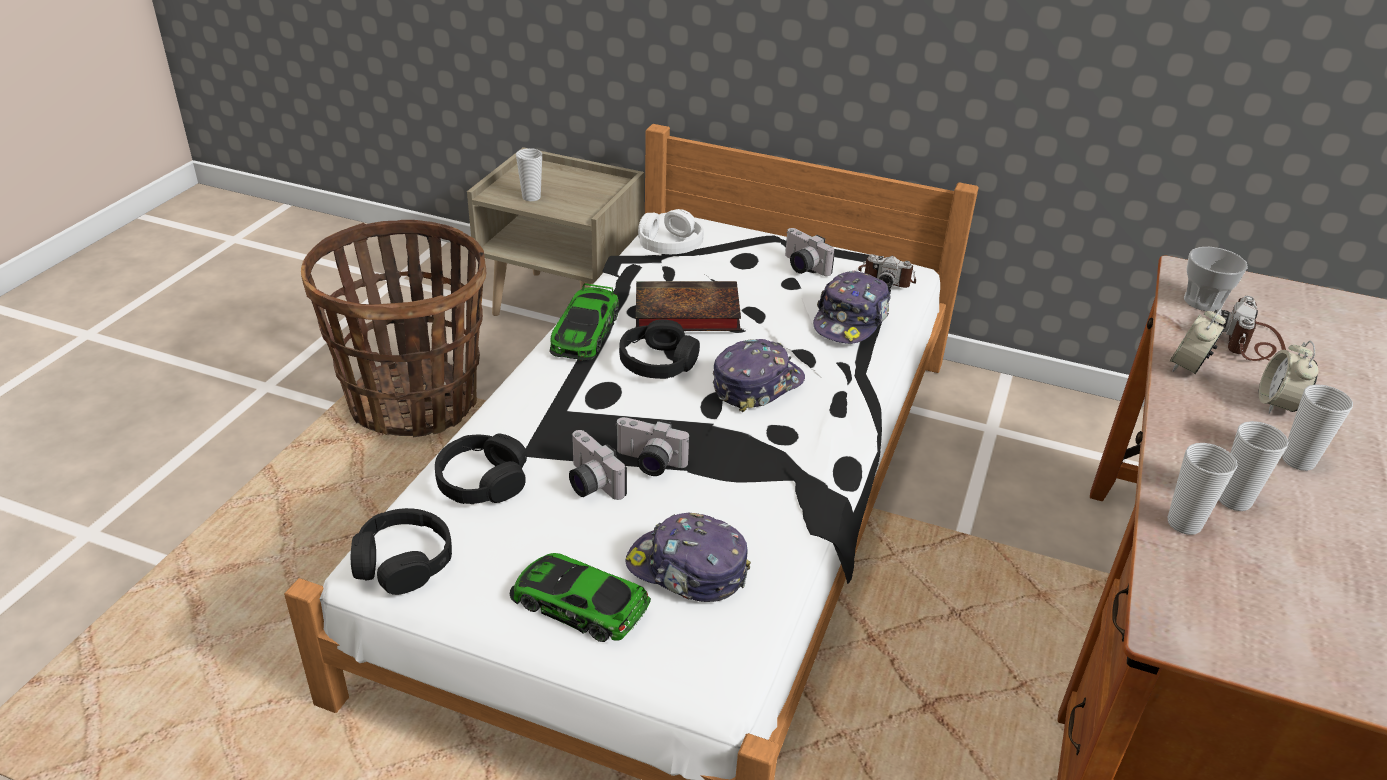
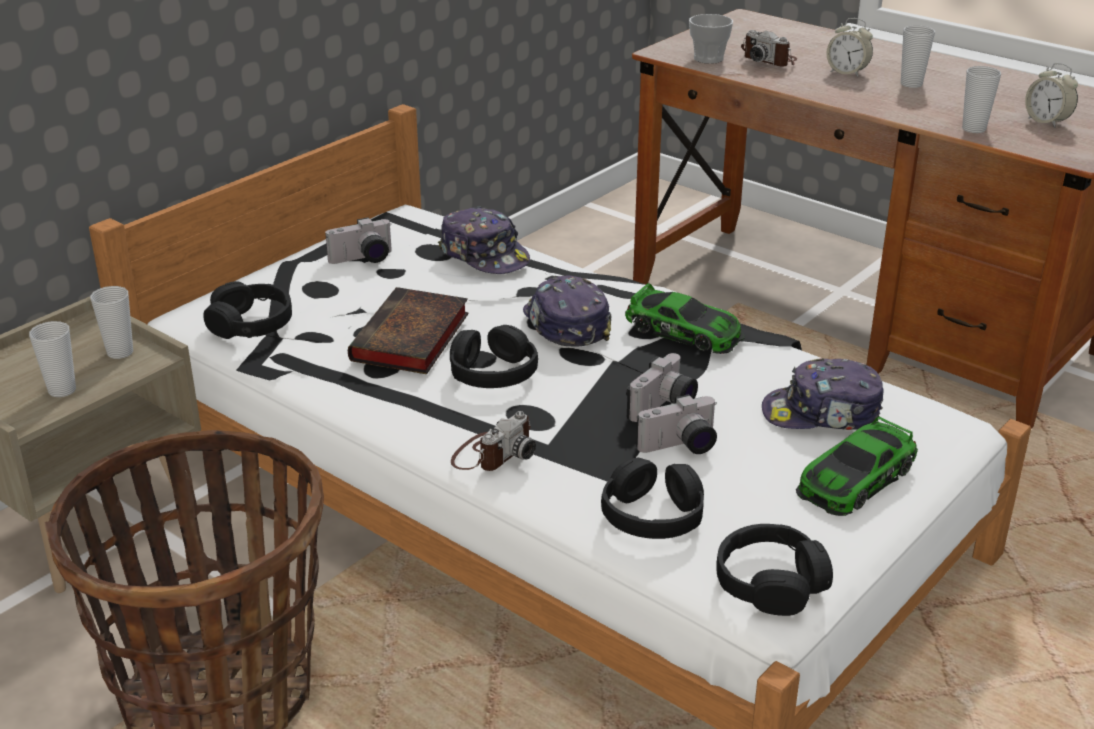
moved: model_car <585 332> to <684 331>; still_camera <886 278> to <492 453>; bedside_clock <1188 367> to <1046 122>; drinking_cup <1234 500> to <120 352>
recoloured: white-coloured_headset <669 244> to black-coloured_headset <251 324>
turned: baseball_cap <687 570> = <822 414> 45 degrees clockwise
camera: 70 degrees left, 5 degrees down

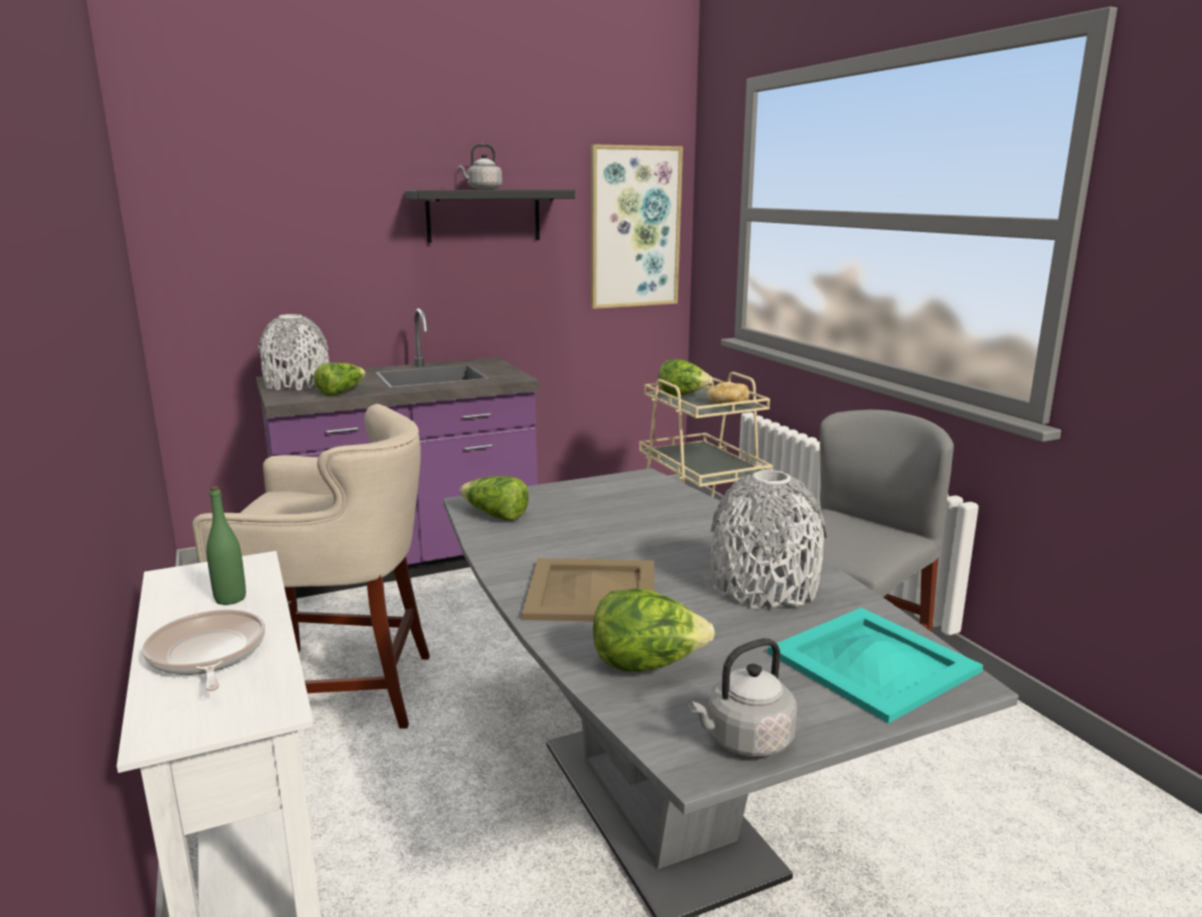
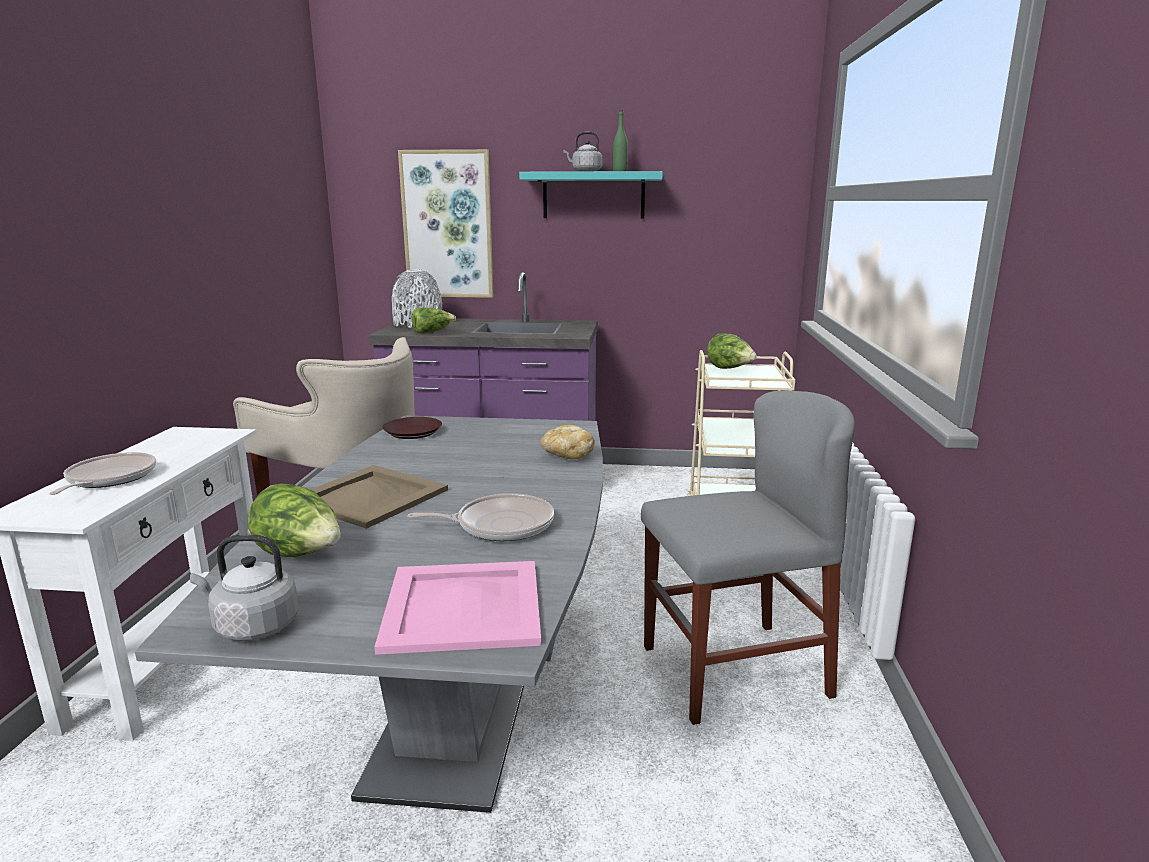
moved: green-coloured_bottle <230 599> to <620 171>; wall_art <634 227> to <447 225>; bread <726 404> to <566 455>
replaced: lettuce <495 515> to brownish_dinner_plate <412 432>; grey_vase <764 586> to pan <500 525>
recoloured: black-coloured_bracket_shelf <483 215> to blue-green_bracket_shelf <593 195>; blue-green_carrying_tray <873 663> to pinkish_carrying_tray <461 607>
camera: 30 degrees right, 0 degrees up

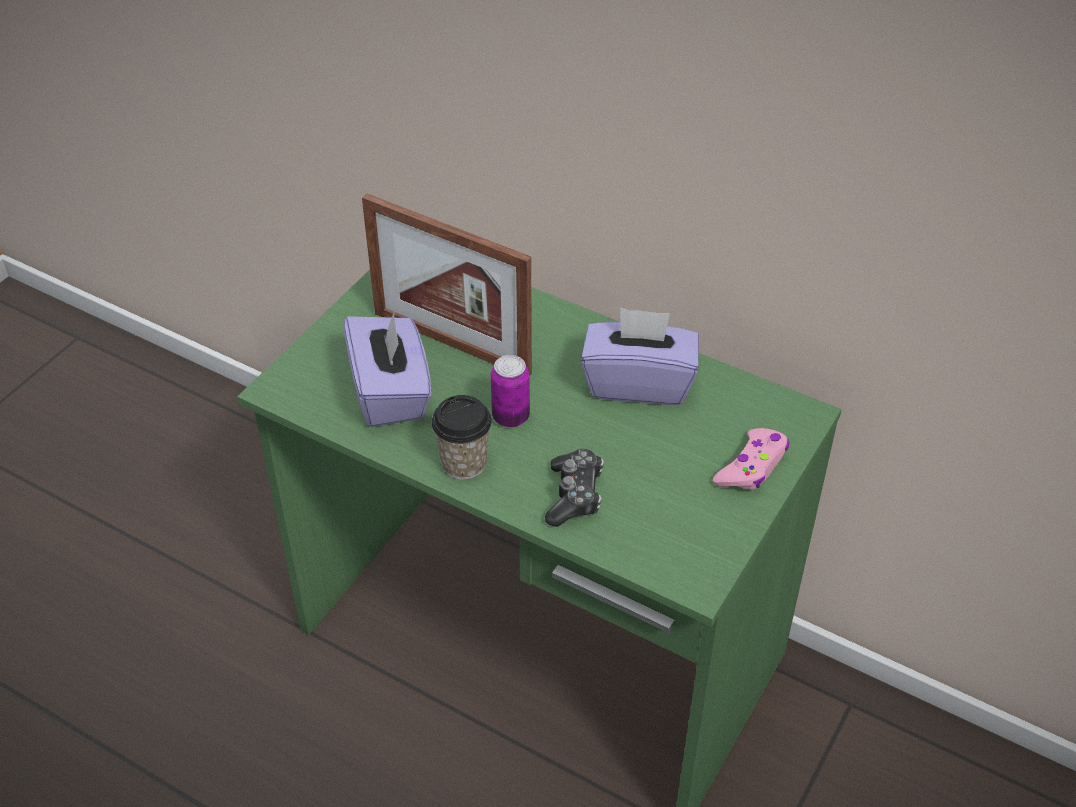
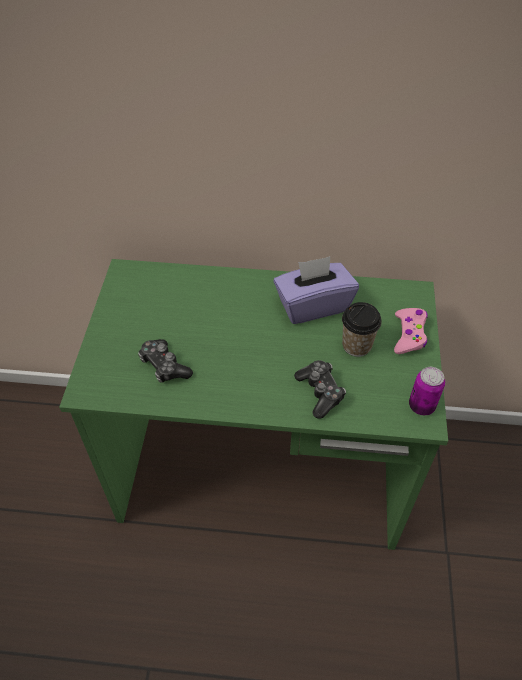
removed: picture_frame <451 343>
moved: drinking_cup <463 463> to <356 345>; metal_can <510 417> to <421 406>
replaced: purplish_box_of_tissues <391 393> to joypad <164 366>
camera: 25 degrees left, 5 degrees up

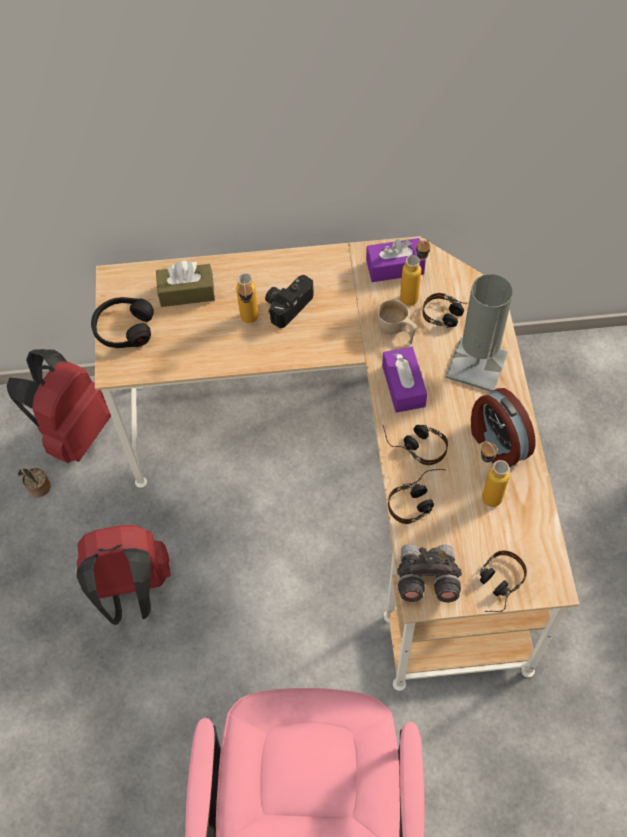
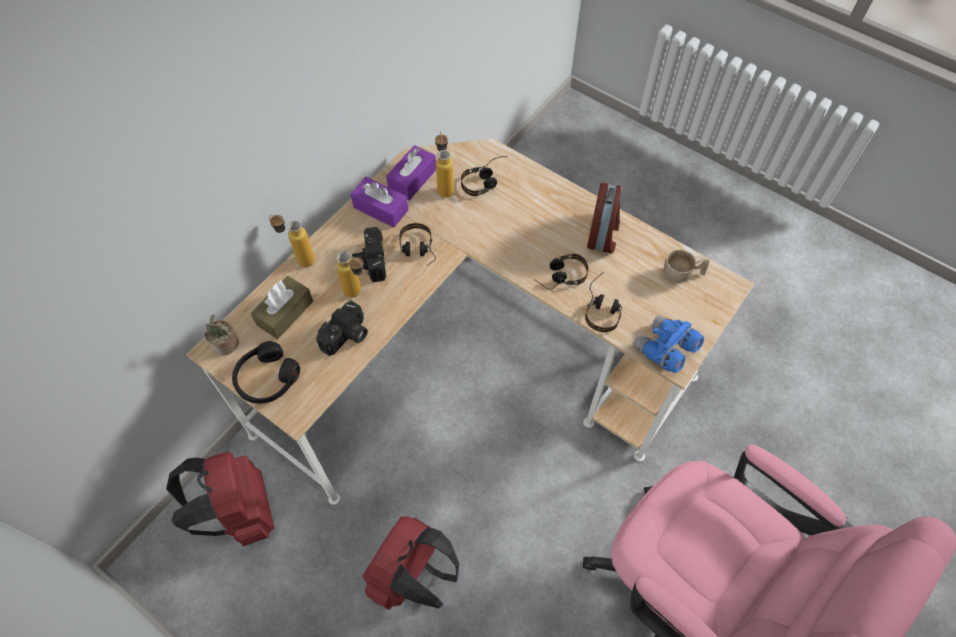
removed: grey_lamp_for_a_table <476 365>
added: still_camera <347 337>
moved: potted_plant <38 488> to <226 344>; sand-coloured_drinking_cup <396 331> to <682 275>; purplish_box_of_tissues <403 386> to <381 208>; headset <496 586> to <418 252>; bottle <486 491> to <299 259>
recoloured: grey_pair_of_binoculars <426 579> to blue_pair_of_binoculars <665 350>
turned: bedside_clock <496 443> = <603 234> 90 degrees counterclockwise
camera: 50 degrees left, 0 degrees up

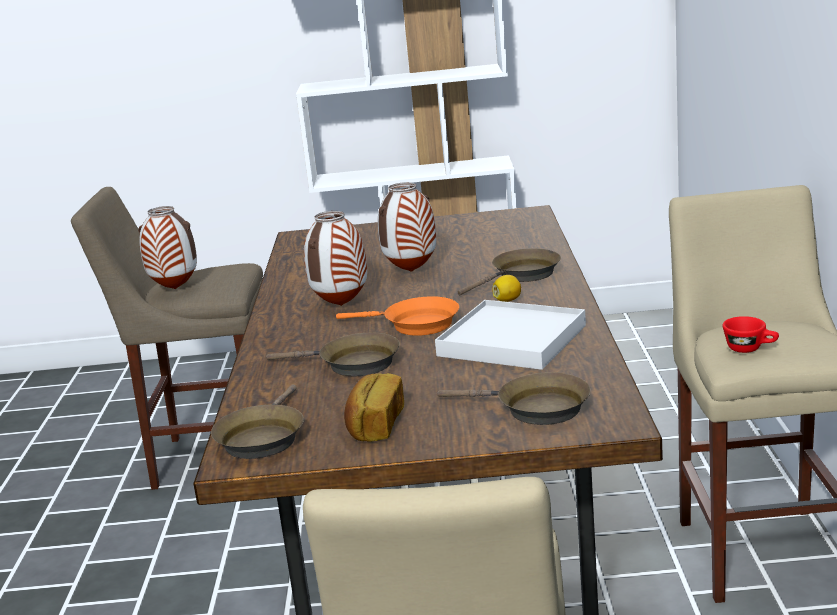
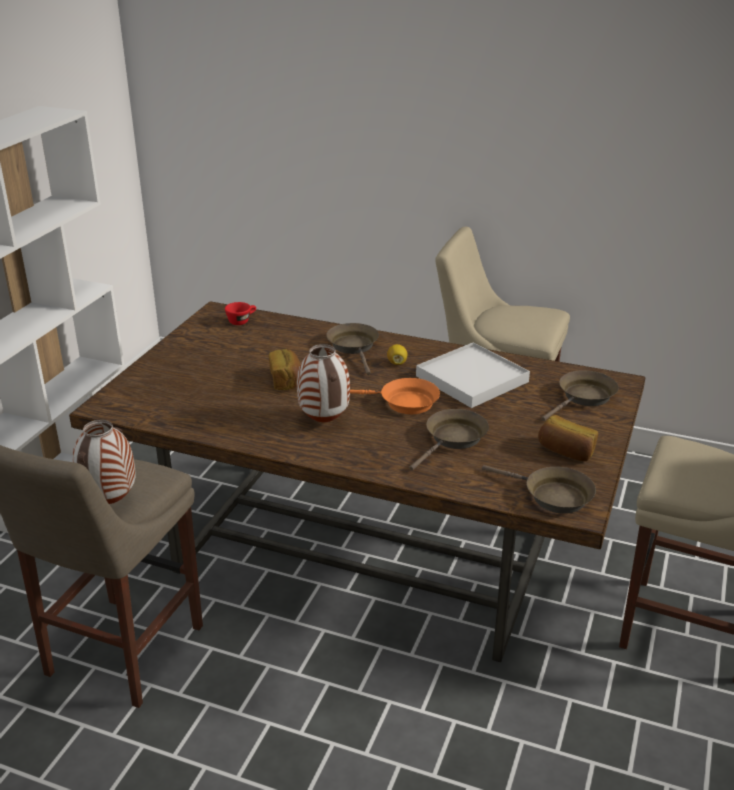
moved: red_drinking_cup <750 349> to <241 321>
replaced: vase <411 271> to bread <286 380>
turned: orange-coloured_pan <415 325> = <404 402> 60 degrees clockwise
camera: 70 degrees left, 10 degrees up

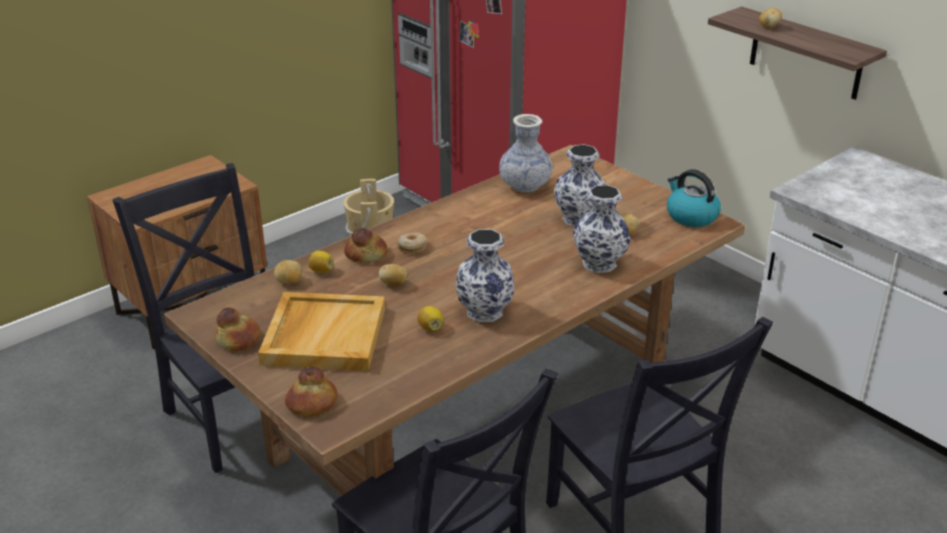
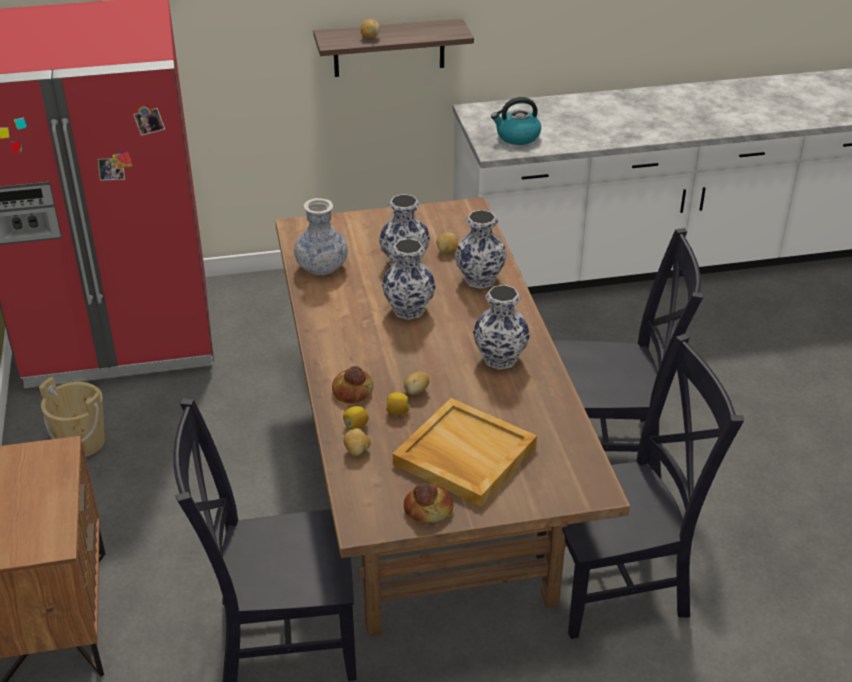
removed: bread <312 404>; ring_doughnut <412 247>
added: vase <409 310>
moved: lemon <430 328> to <397 412>; tea_kettle <691 216> to <517 137>
camera: 60 degrees left, 5 degrees up

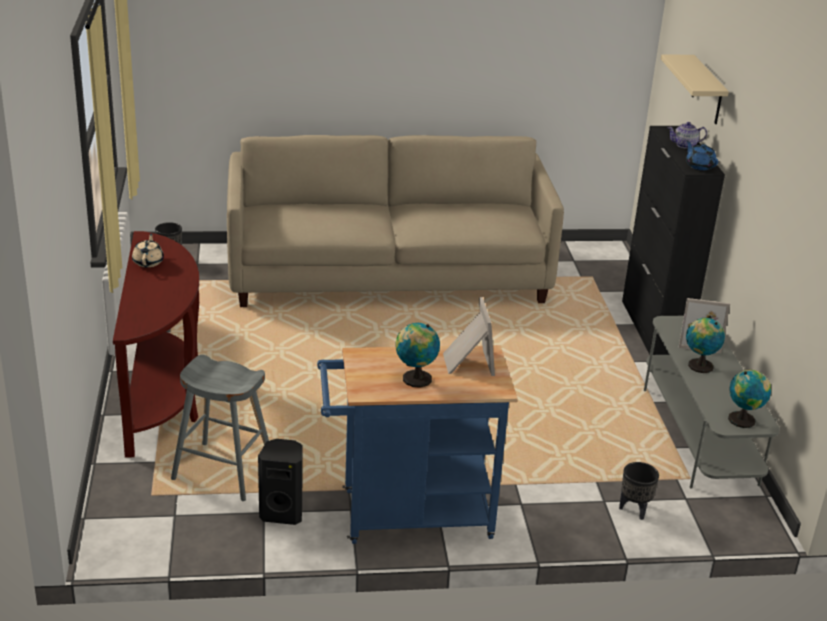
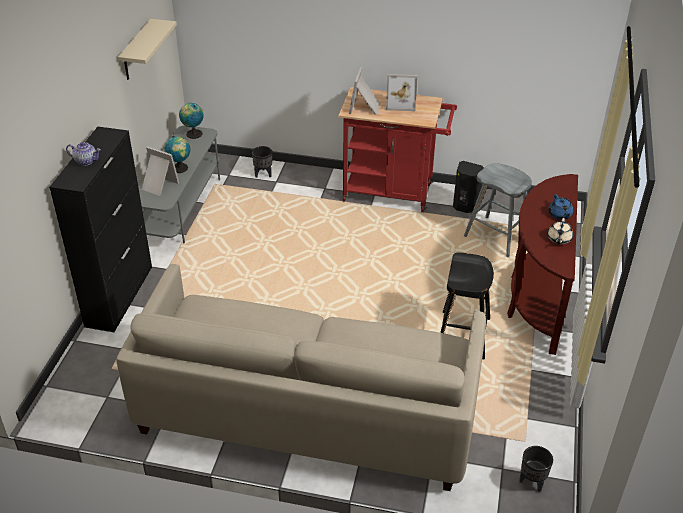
added: black-coloured_sitting_stool <463 334>
moved: sand-coloured_bracket_shelf <707 91> to <136 51>; blue_pot_for_tea <699 166> to <560 215>
replaced: desk_globe <415 379> to picture_frame <400 103>
recoloured: blue_cart <406 516> to red_cart <393 193>
camera: 160 degrees left, 10 degrees up

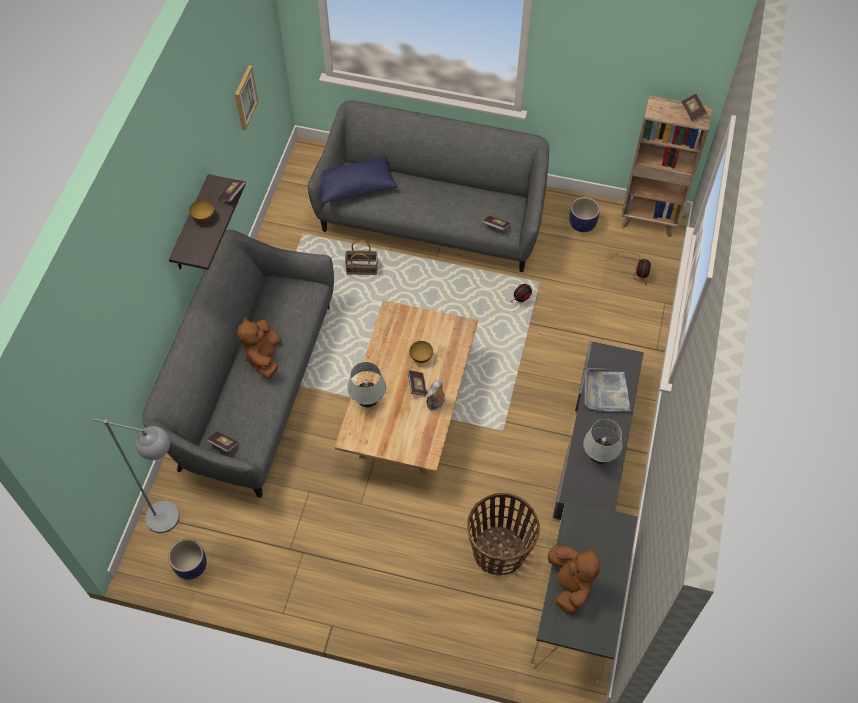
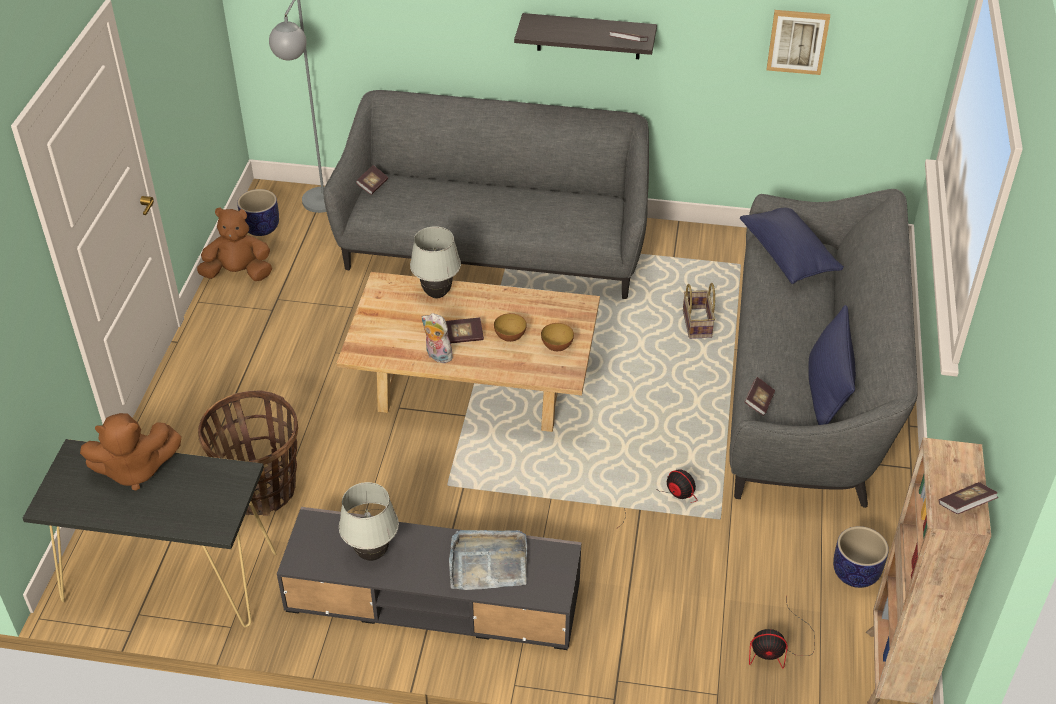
added: blue_throw_pillow <827 389>
moved: bowl <204 217> to <557 347>; brownish_plush_toy <264 357> to <238 273>
camera: 85 degrees right, 15 degrees down

